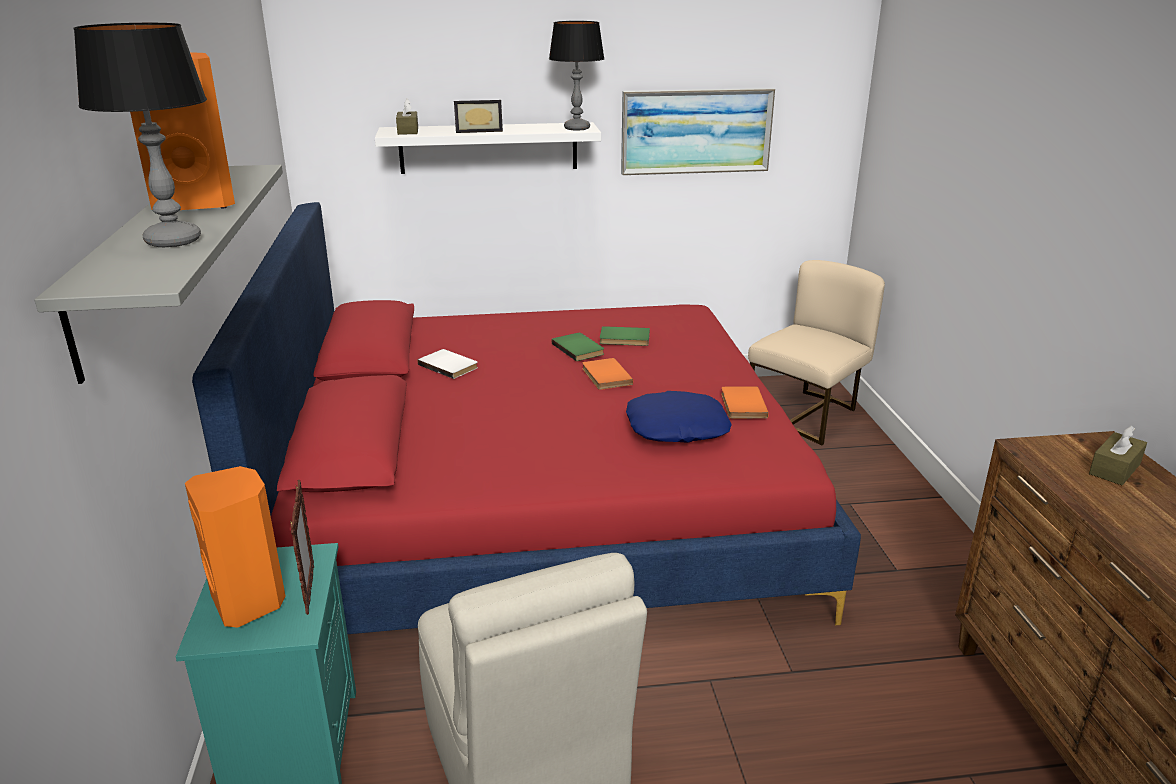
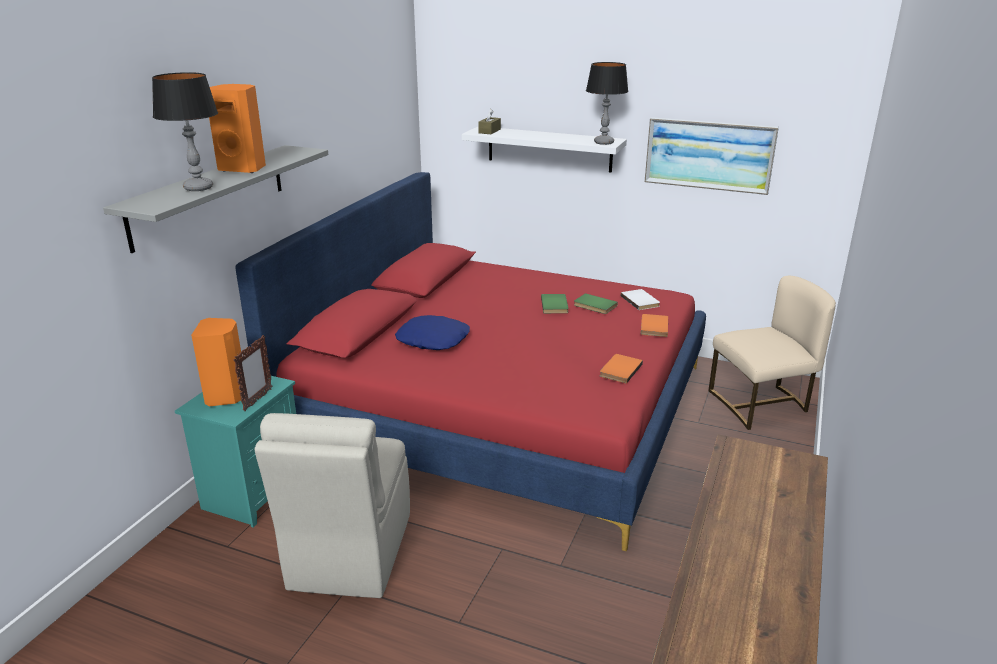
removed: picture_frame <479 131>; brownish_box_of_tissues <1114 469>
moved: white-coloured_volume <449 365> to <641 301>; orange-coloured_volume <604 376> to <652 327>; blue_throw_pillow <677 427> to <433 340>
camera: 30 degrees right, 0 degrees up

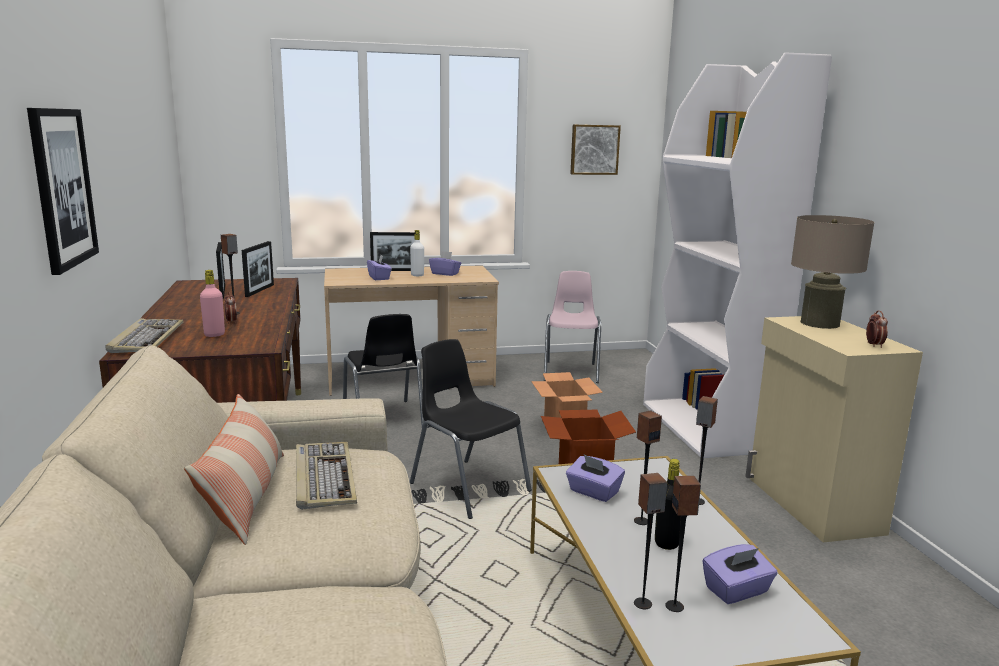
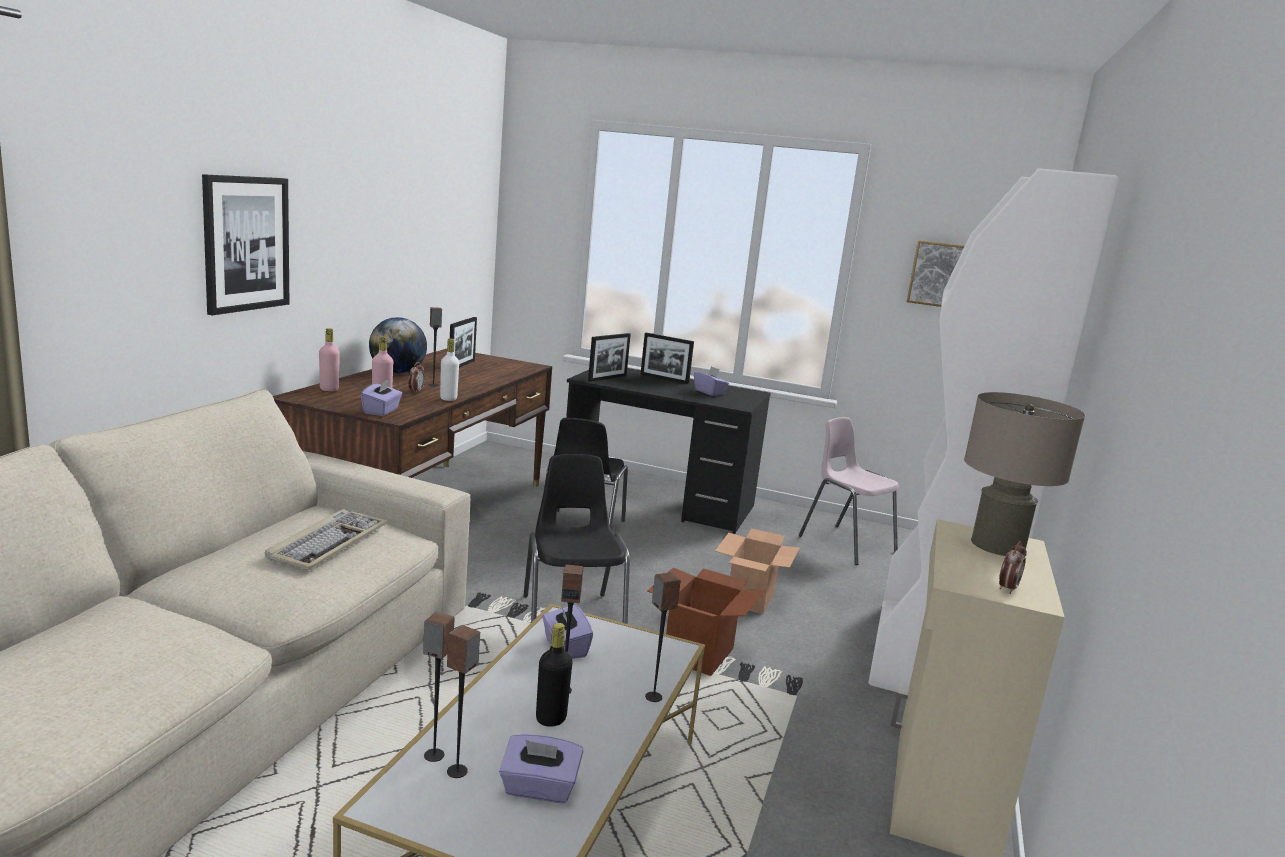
removed: throw_pillow <246 496>
added: desk_globe <397 373>
moved: picture_frame <260 290> to <607 378>; purplish_box_of_tissues <379 278> to <381 411>; white-coloured_bottle <417 275> to <448 399>
replaced: computer_keyboard <146 339> to pinkish_bottle <329 389>
recoloured: sand-coloured_desk <410 379> to black-coloured_desk <658 501>
turned: pinkish_chair <571 372> = <846 544> 75 degrees counterclockwise
camera: 30 degrees right, 0 degrees up

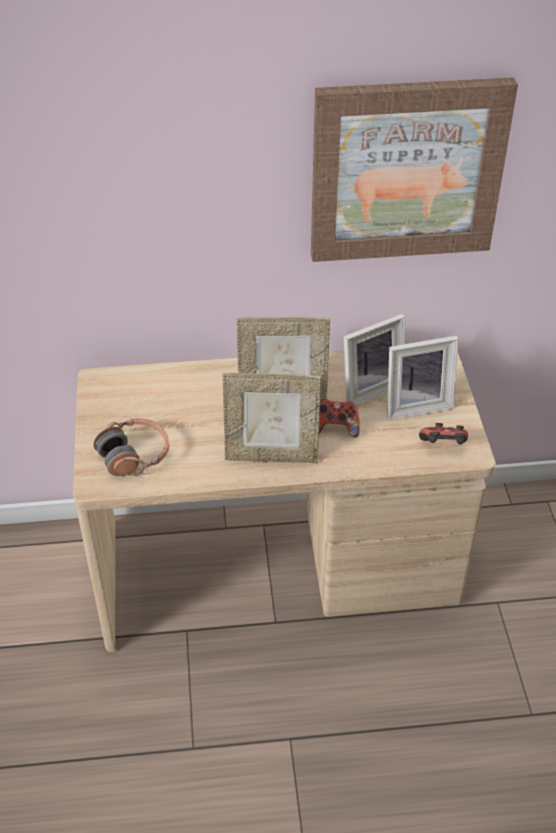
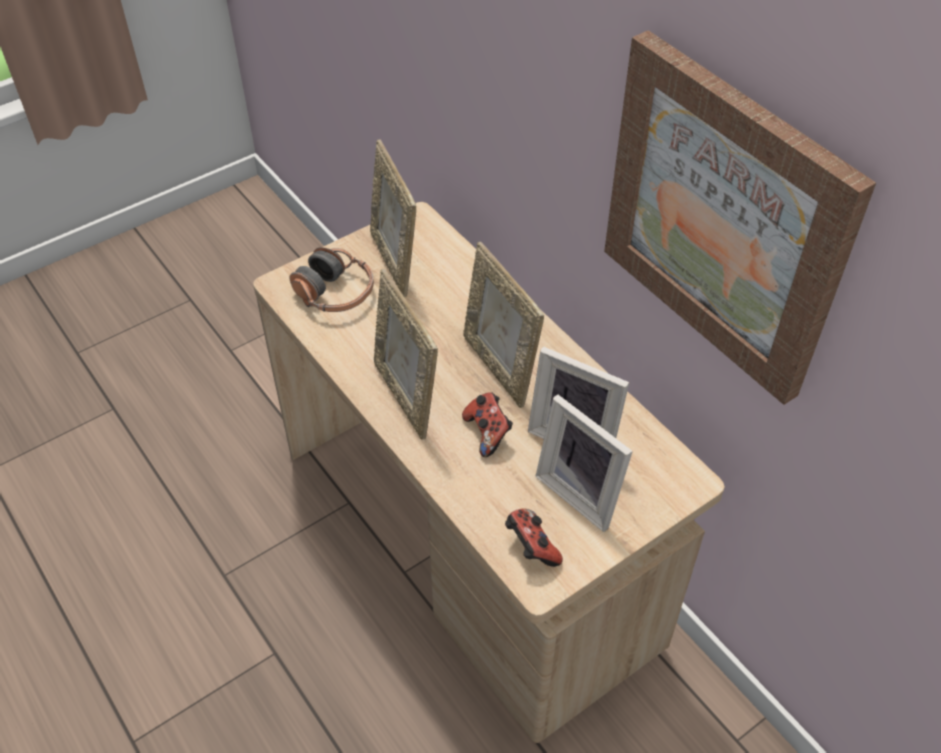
added: picture_frame <394 262>
camera: 60 degrees right, 5 degrees up

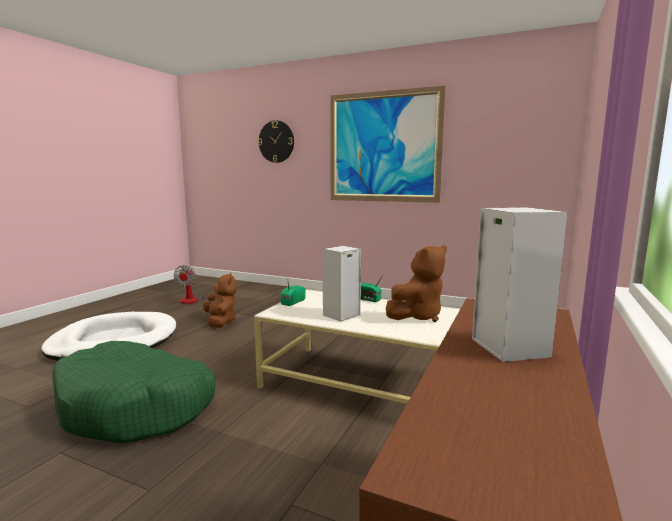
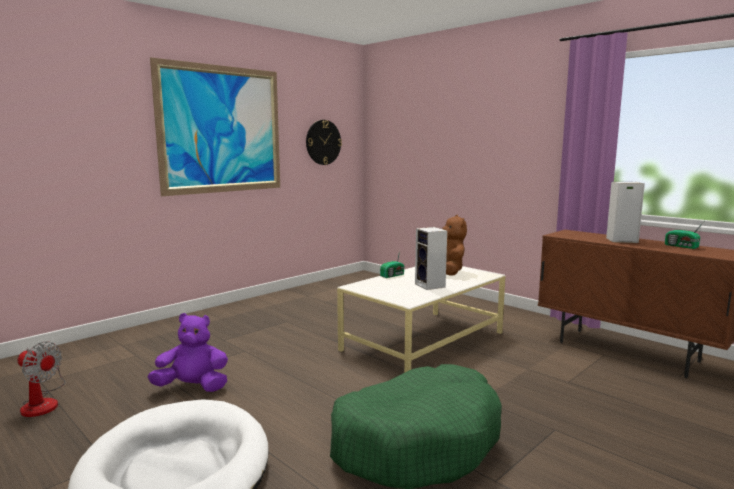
moved: wall_clock <276 141> to <323 142>; radio_receiver <292 302> to <682 246>
recoloured: brownish_plush_toy <220 322> to purplish_plush_toy <193 387>
camera: 70 degrees left, 0 degrees up

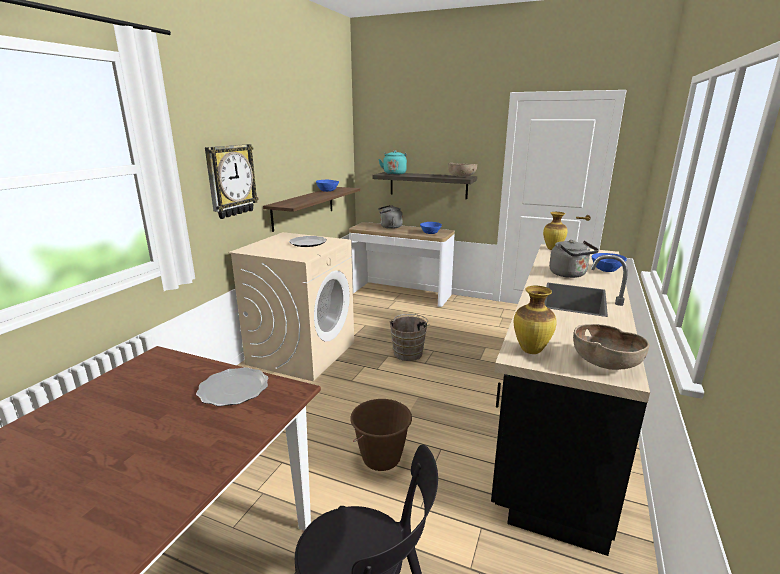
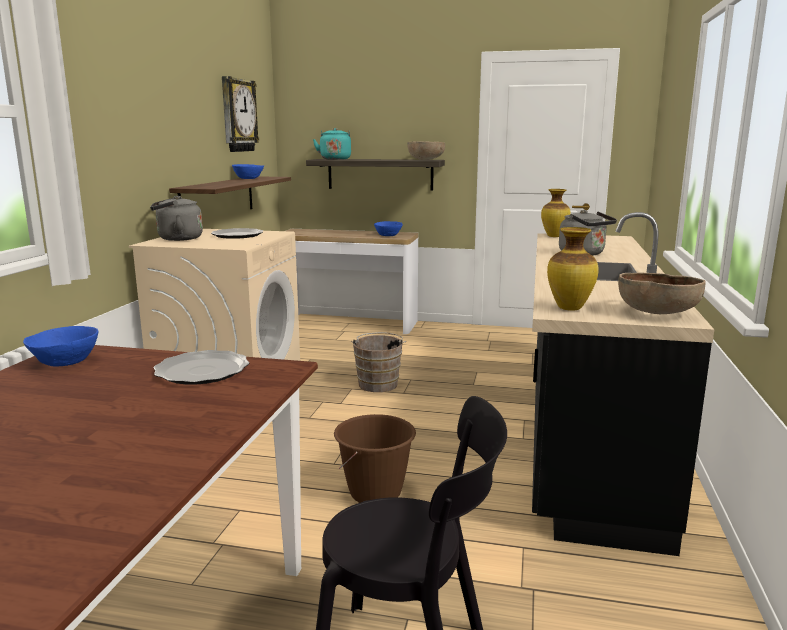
moved: wall_clock <230 180> to <237 115>; grey_tea_kettle <389 227> to <177 239>; blue_bowl <606 270> to <65 362>
camera: 10 degrees left, 5 degrees down

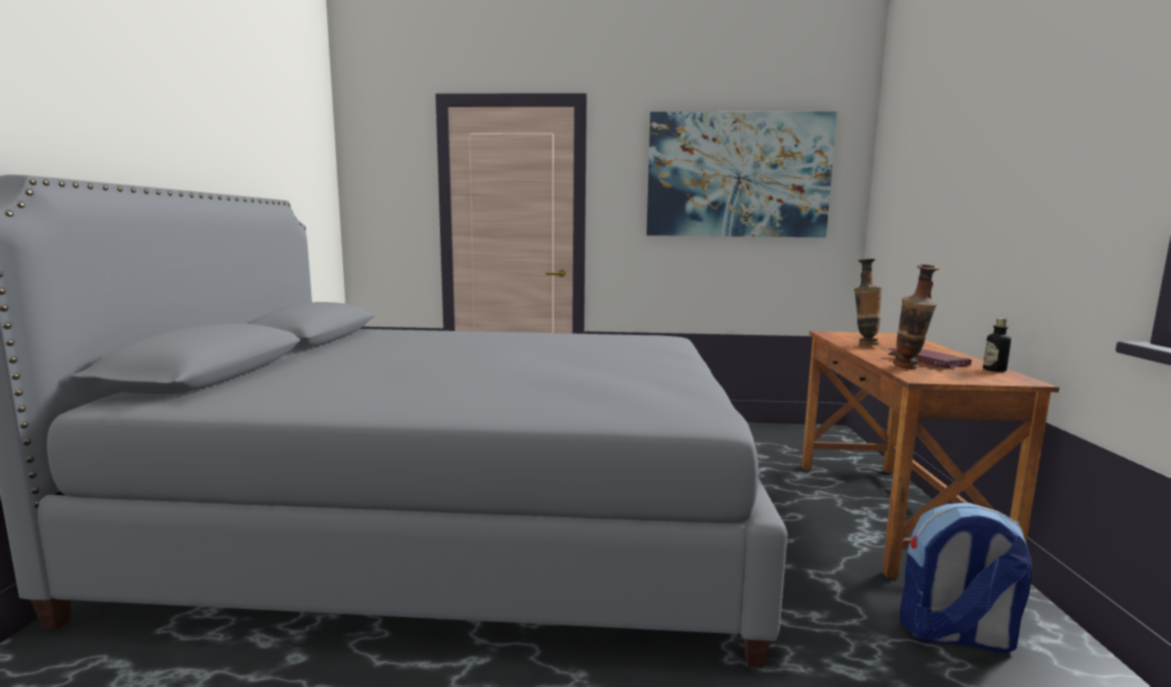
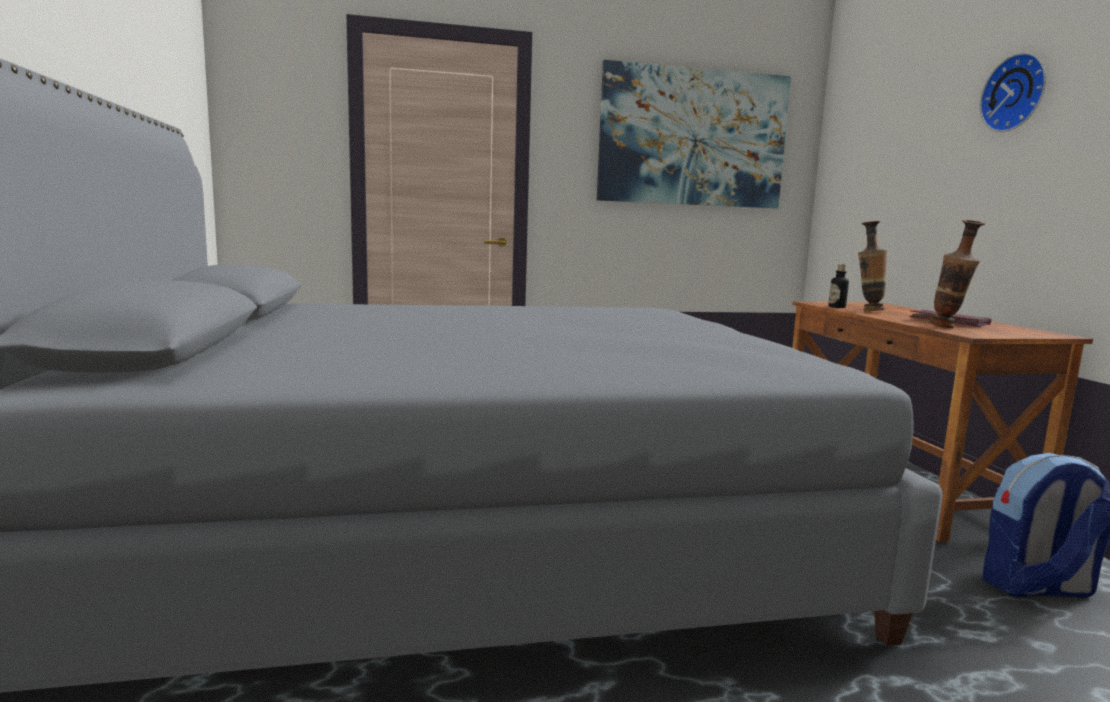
added: wall_clock <1016 93>
moved: bottle <994 370> to <836 307>
camera: 15 degrees left, 0 degrees up

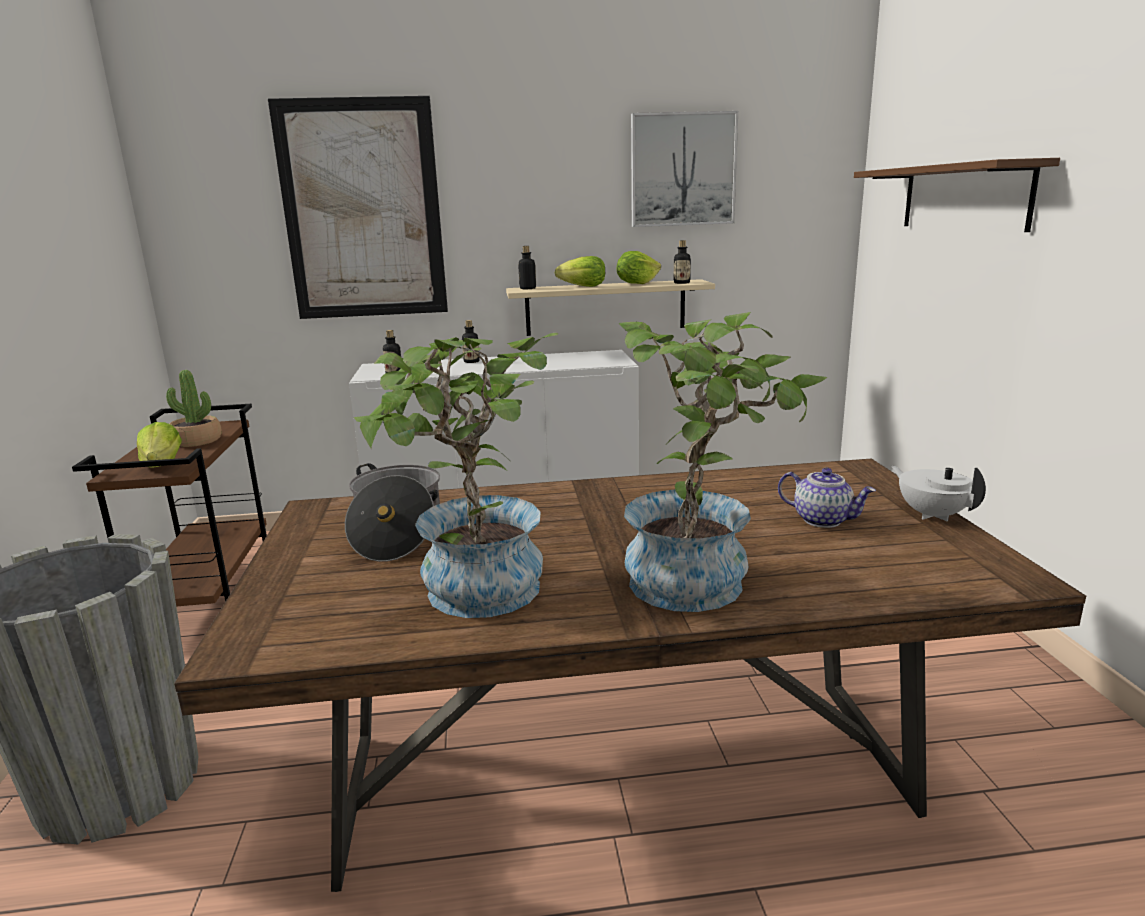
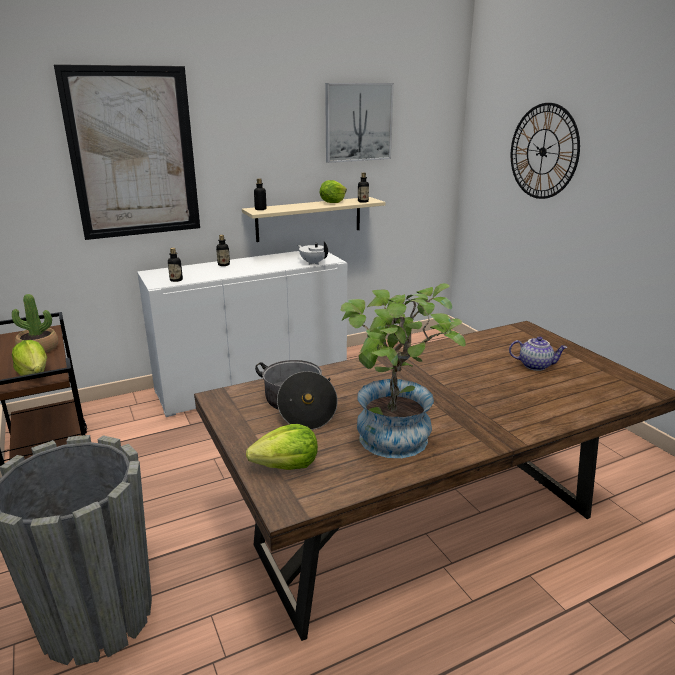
removed: potted_plant <703 580>
moved: lettuce <583 287> to <287 465>; white-coloured_pot_for_tea <932 515> to <313 263>
replaced: brownish_bracket_shelf <964 197> to wall_clock <543 151>
camera: 20 degrees left, 5 degrees up

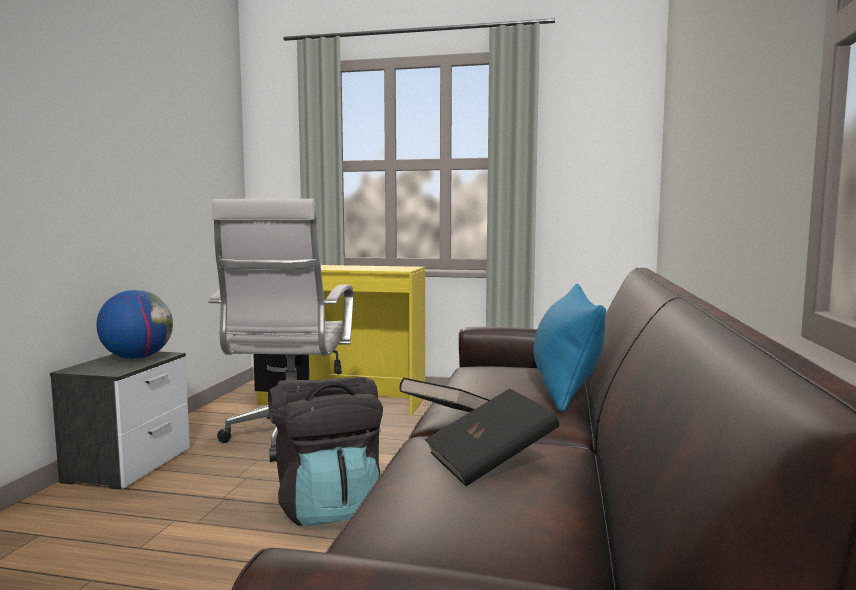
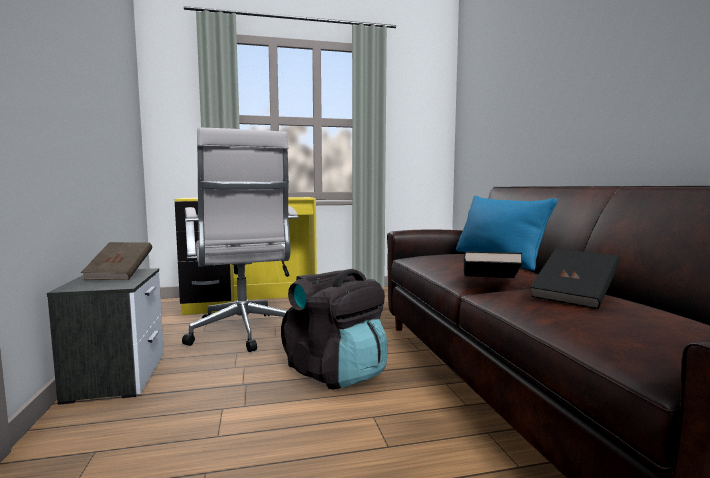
replaced: desk_globe <137 358> to brownish_volume <120 275>
camera: 25 degrees left, 0 degrees up

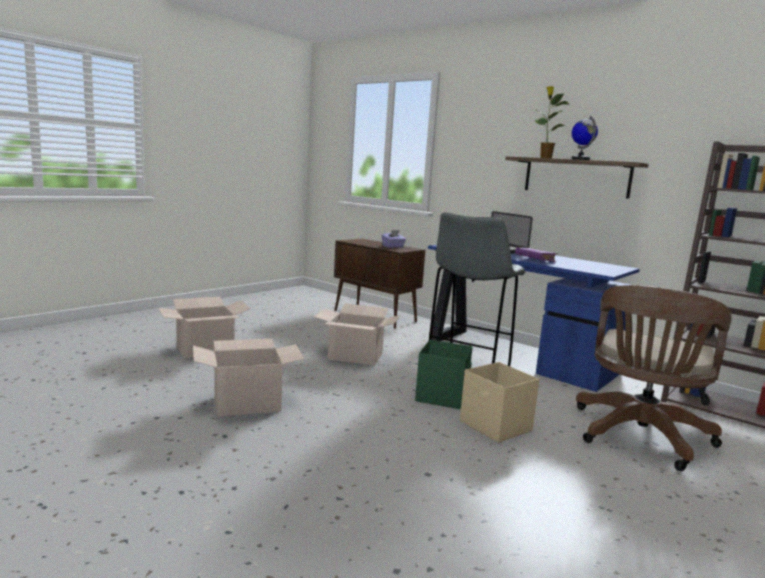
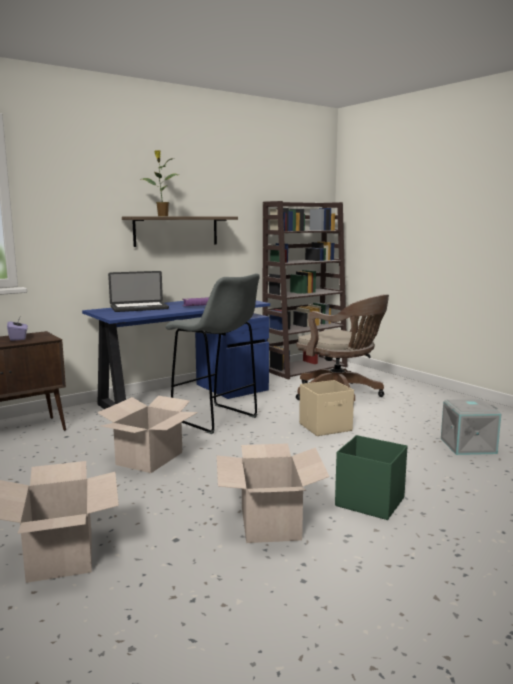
removed: desk_globe <580 159>
added: grey_storage_bin <468 445>
moved: green-coloured_storage_bin <442 396> to <369 501>
camera: 75 degrees left, 0 degrees up

